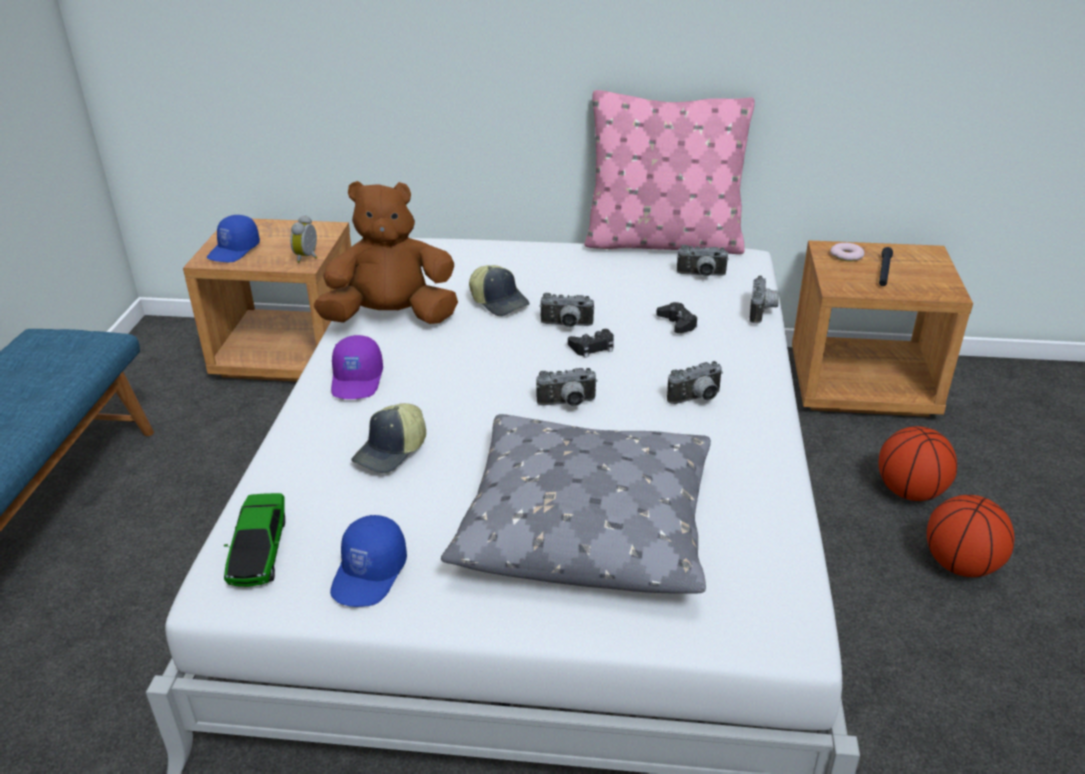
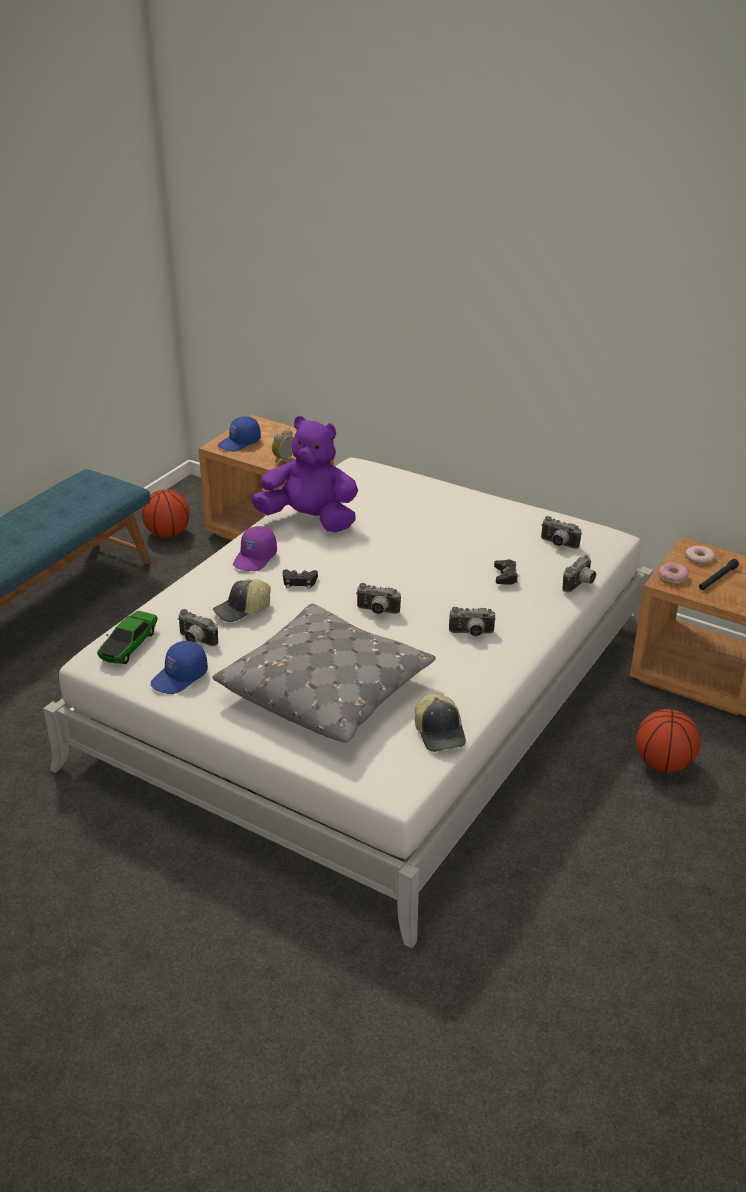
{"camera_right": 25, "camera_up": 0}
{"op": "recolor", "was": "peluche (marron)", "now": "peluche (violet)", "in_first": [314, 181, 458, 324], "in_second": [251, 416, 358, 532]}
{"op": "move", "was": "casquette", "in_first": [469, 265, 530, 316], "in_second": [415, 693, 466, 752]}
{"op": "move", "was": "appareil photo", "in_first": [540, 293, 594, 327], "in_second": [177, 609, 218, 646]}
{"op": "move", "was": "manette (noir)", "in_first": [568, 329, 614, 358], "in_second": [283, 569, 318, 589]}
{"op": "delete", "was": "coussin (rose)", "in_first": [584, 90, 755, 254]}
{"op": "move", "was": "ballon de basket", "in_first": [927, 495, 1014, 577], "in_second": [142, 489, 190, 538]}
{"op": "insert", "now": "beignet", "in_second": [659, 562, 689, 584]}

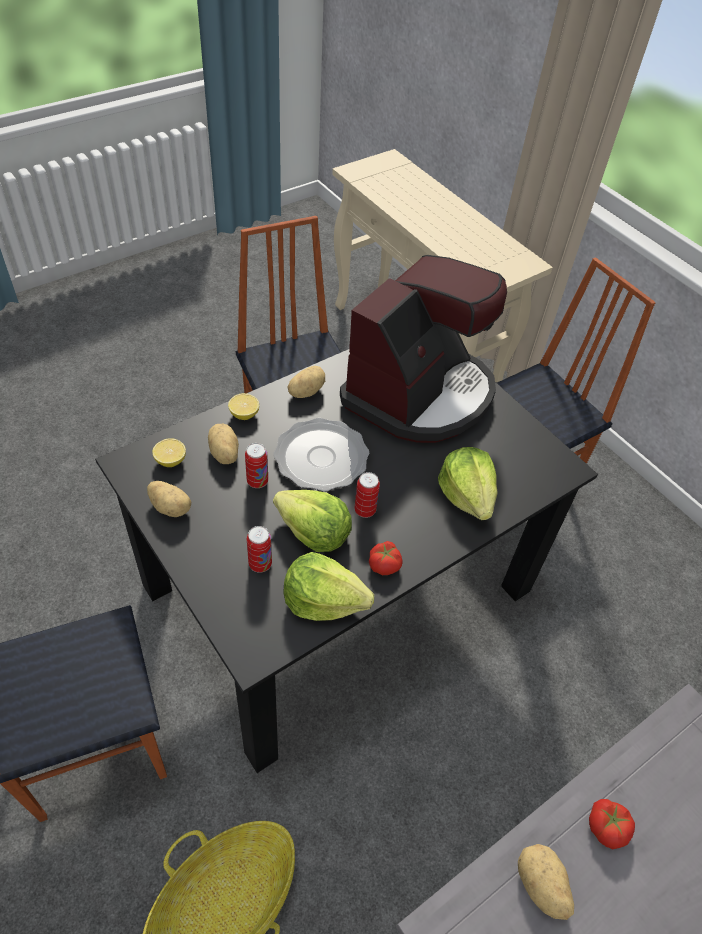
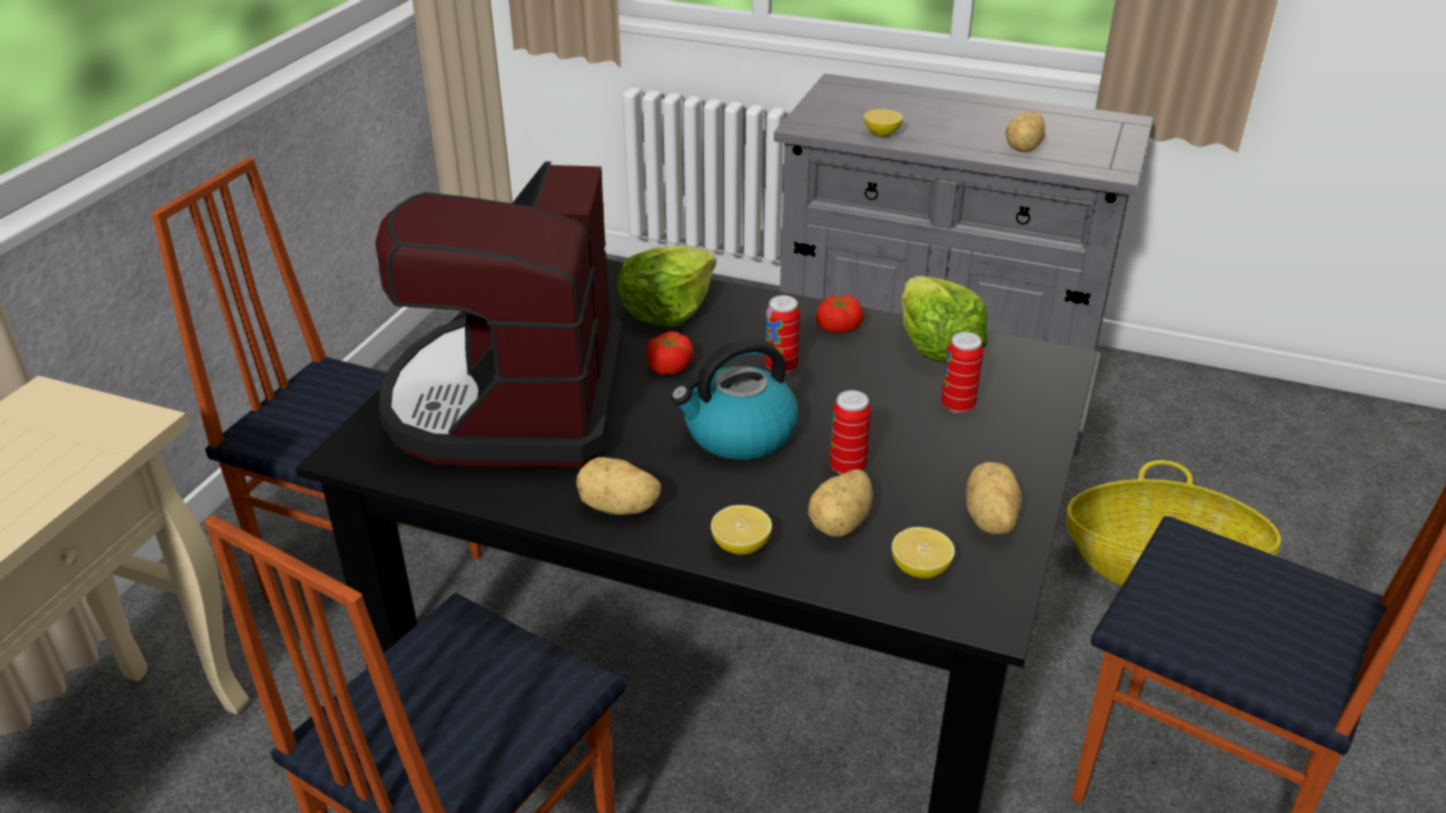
{"camera_right": -120, "camera_up": -15}
{"op": "delete", "was": "laitue", "in_first": [273, 490, 352, 552]}
{"op": "replace", "was": "assiette", "now": "bouilloire", "in_first": [274, 418, 369, 492], "in_second": [671, 338, 799, 460]}
{"op": "rotate", "was": "machine à café", "in_first": [340, 255, 507, 443], "in_second": [375, 161, 623, 468], "clockwise": -90}
{"op": "move", "was": "tomate", "in_first": [589, 799, 635, 849], "in_second": [647, 331, 694, 375]}
{"op": "insert", "now": "citron", "in_second": [864, 109, 903, 136]}

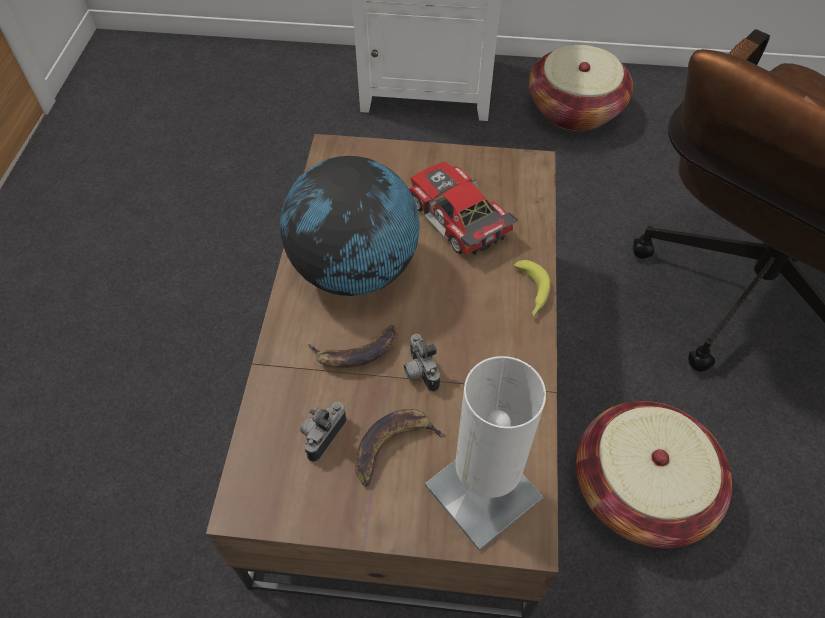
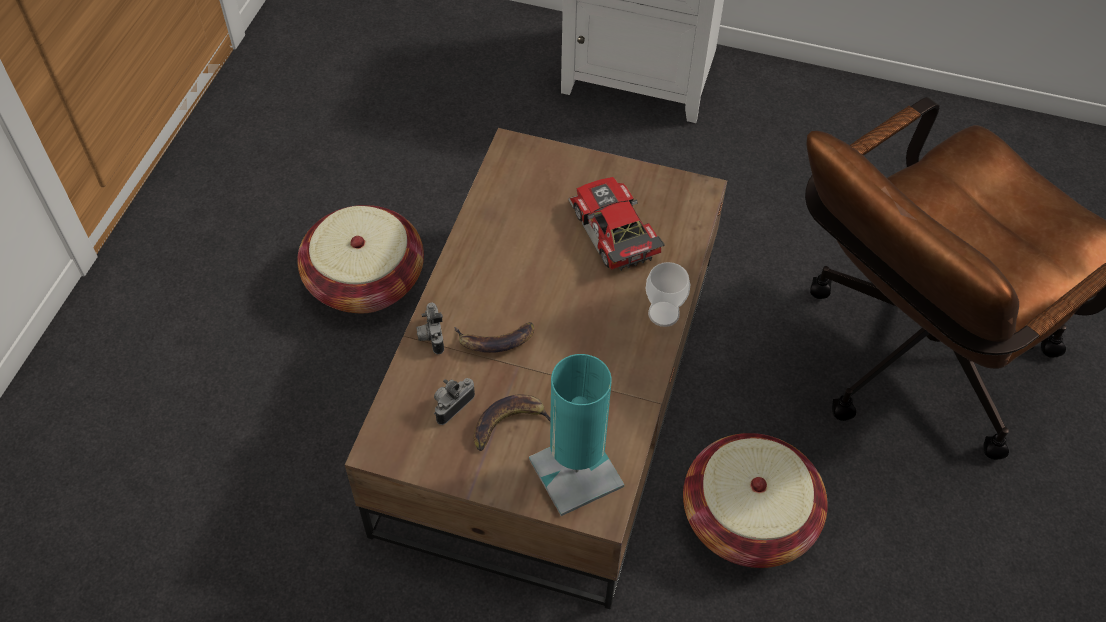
{"camera_right": 10, "camera_up": 0}
{"op": "delete", "was": "globe", "in_first": [280, 156, 420, 296]}
{"op": "move", "was": "appareil photo", "in_first": [404, 334, 440, 392], "in_second": [416, 303, 444, 354]}
{"op": "recolor", "was": "lampe de table (blanc)", "now": "lampe de table (turquoise)", "in_first": [425, 356, 546, 551], "in_second": [529, 354, 624, 516]}
{"op": "replace", "was": "banane", "now": "tasse", "in_first": [514, 260, 550, 317], "in_second": [646, 262, 690, 327]}
{"op": "move", "was": "panier", "in_first": [529, 45, 633, 131], "in_second": [297, 205, 424, 313]}

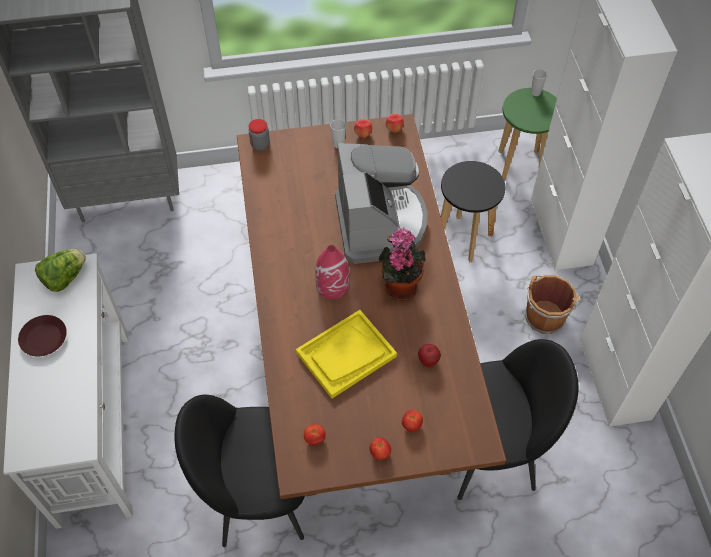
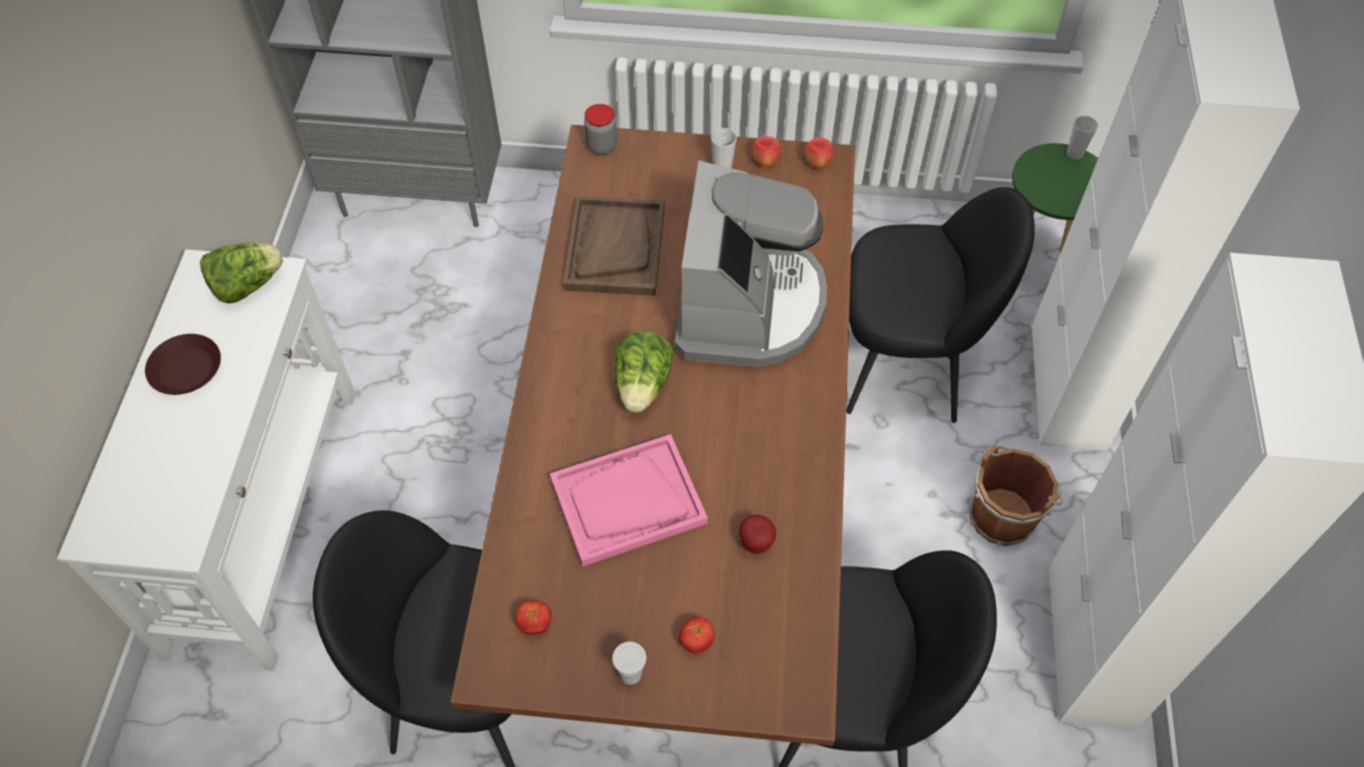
{"camera_right": 15, "camera_up": 0}
{"op": "recolor", "was": "plateau (jaune)", "now": "plateau (rose)", "in_first": [296, 310, 397, 399], "in_second": [550, 434, 708, 566]}
{"op": "replace", "was": "vase (rouge)", "now": "laitue", "in_first": [316, 245, 349, 299], "in_second": [614, 331, 674, 412]}
{"op": "replace", "was": "tomate", "now": "tasse (blanc)", "in_first": [370, 438, 391, 460], "in_second": [612, 642, 647, 685]}
{"op": "delete", "was": "plante en pot", "in_first": [379, 228, 426, 301]}
{"op": "replace", "was": "tabouret (noir)", "now": "chaise (noir)", "in_first": [441, 161, 505, 262], "in_second": [846, 187, 1035, 423]}
{"op": "insert", "now": "plateau (marron)", "in_second": [563, 196, 665, 296]}

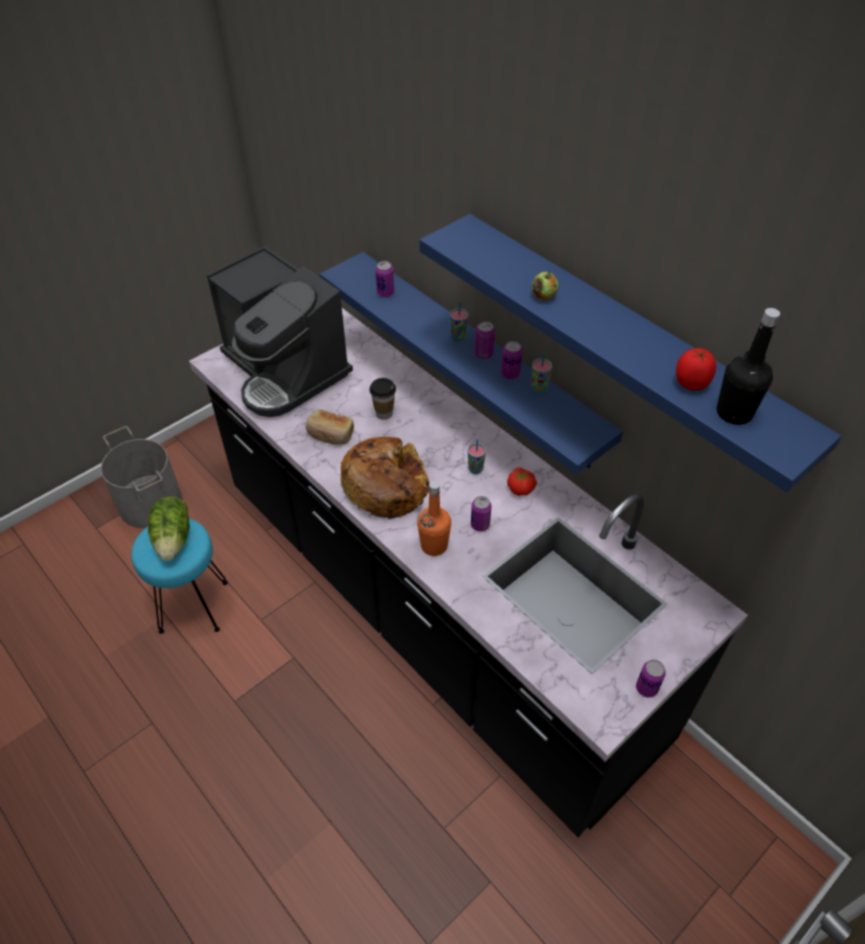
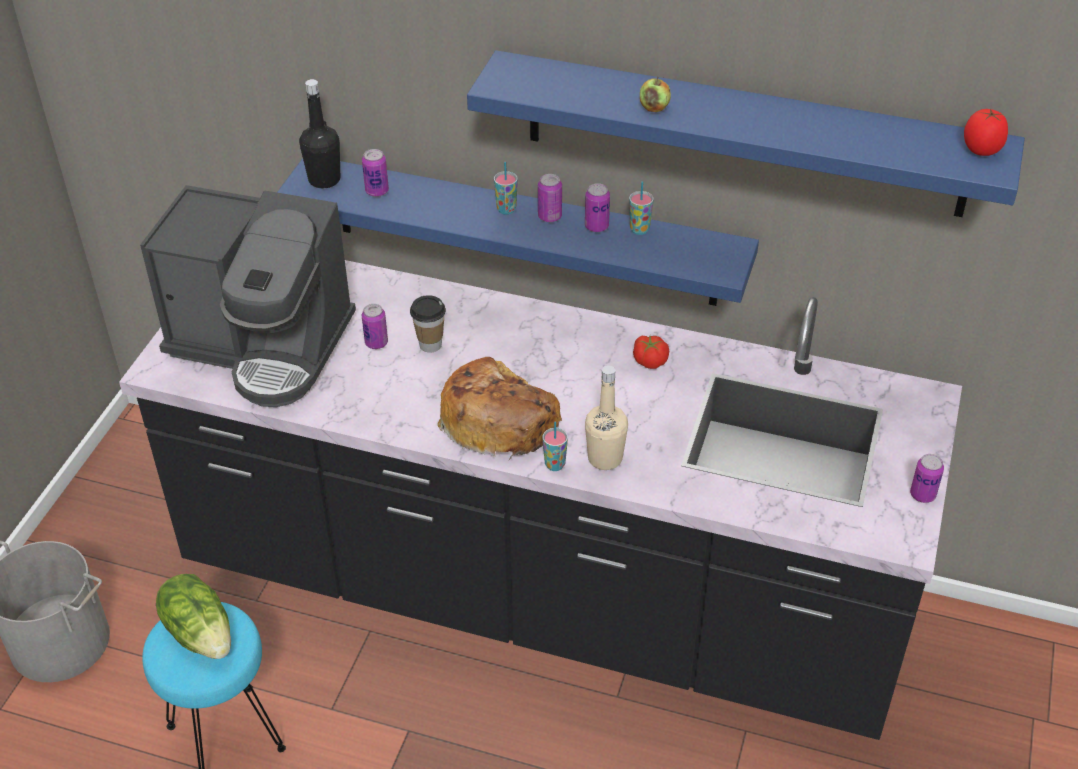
{"camera_right": -30, "camera_up": -5}
{"op": "delete", "was": "pain", "in_first": [306, 409, 354, 445]}
{"op": "recolor", "was": "bouteille (orange)", "now": "bouteille (beige)", "in_first": [417, 481, 451, 556], "in_second": [585, 366, 628, 470]}
{"op": "move", "was": "tasse", "in_first": [468, 439, 486, 474], "in_second": [543, 422, 568, 471]}
{"op": "move", "was": "boîte métallique", "in_first": [471, 496, 491, 532], "in_second": [362, 304, 388, 349]}
{"op": "move", "was": "tomate", "in_first": [676, 348, 716, 391], "in_second": [964, 109, 1008, 156]}
{"op": "move", "was": "bouteille (noir)", "in_first": [716, 308, 780, 425], "in_second": [299, 79, 340, 188]}

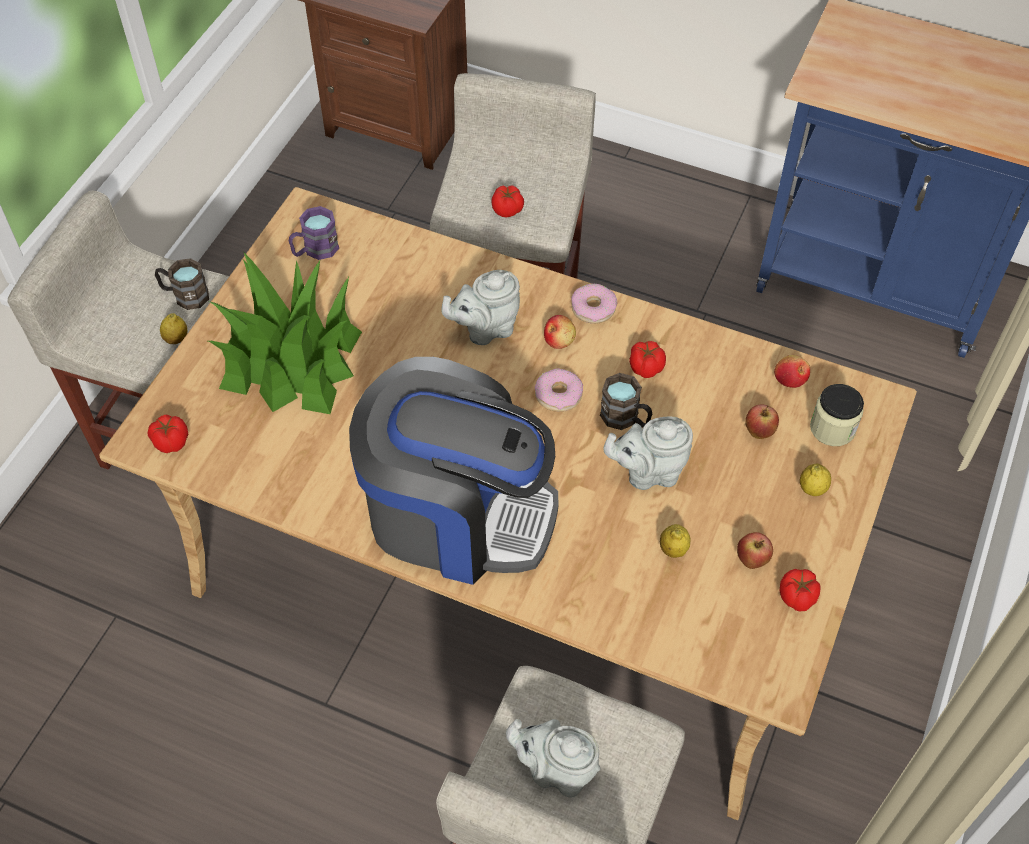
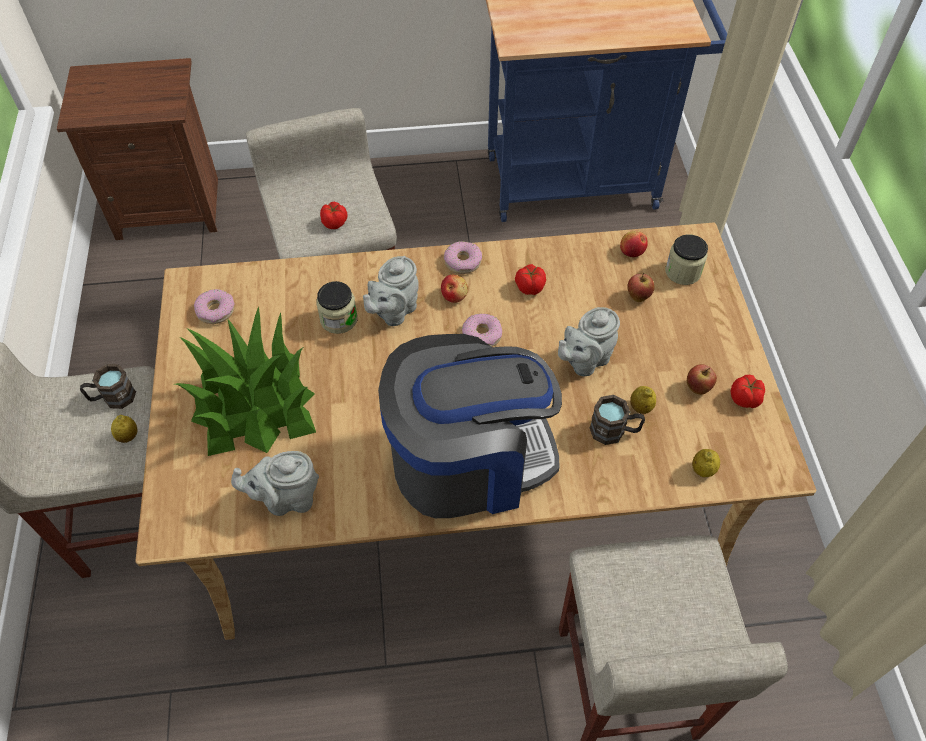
{"camera_right": -30, "camera_up": 0}
{"op": "delete", "was": "tomate", "in_first": [148, 414, 188, 453]}
{"op": "replace", "was": "mug (violet)", "now": "beignet", "in_first": [289, 206, 339, 260], "in_second": [194, 289, 235, 324]}
{"op": "move", "was": "théière (gris)", "in_first": [506, 719, 600, 797], "in_second": [231, 451, 319, 516]}
{"op": "move", "was": "mug (marron)", "in_first": [600, 373, 652, 430], "in_second": [589, 395, 645, 445]}
{"op": "move", "was": "citron", "in_first": [800, 463, 831, 496], "in_second": [692, 449, 720, 477]}
{"op": "insert", "now": "bocal", "in_second": [316, 281, 357, 334]}

